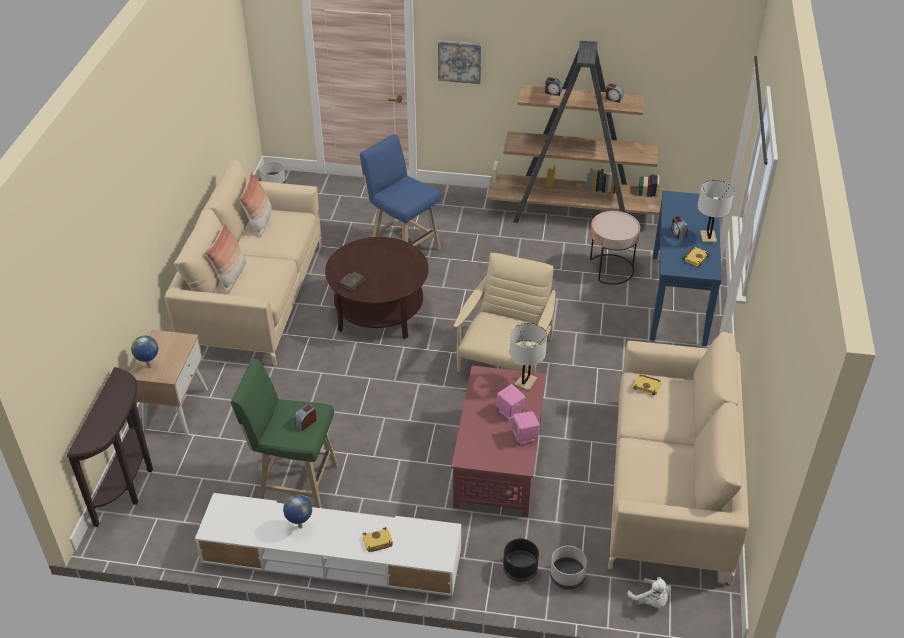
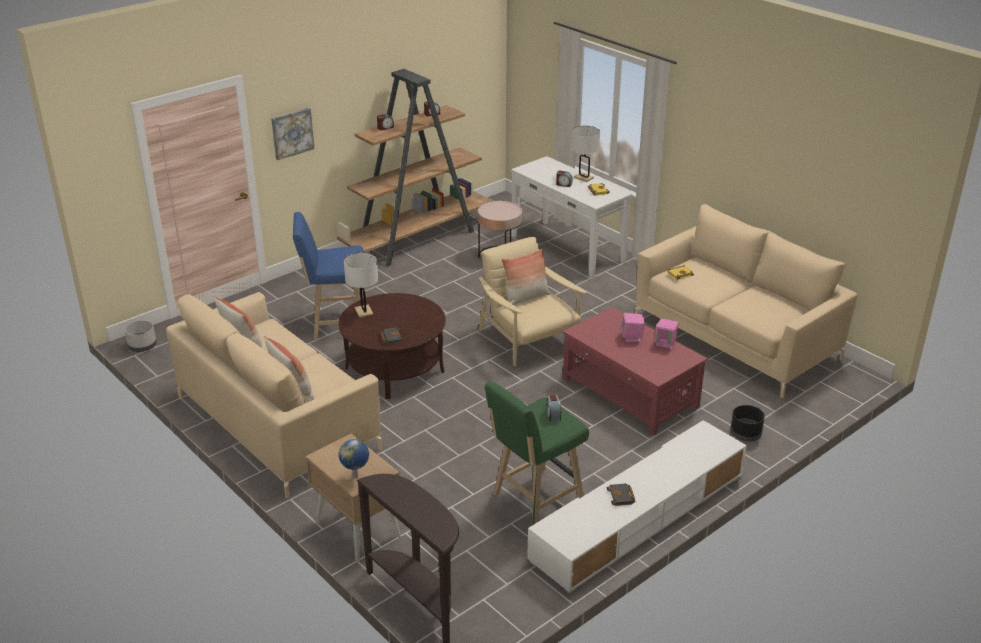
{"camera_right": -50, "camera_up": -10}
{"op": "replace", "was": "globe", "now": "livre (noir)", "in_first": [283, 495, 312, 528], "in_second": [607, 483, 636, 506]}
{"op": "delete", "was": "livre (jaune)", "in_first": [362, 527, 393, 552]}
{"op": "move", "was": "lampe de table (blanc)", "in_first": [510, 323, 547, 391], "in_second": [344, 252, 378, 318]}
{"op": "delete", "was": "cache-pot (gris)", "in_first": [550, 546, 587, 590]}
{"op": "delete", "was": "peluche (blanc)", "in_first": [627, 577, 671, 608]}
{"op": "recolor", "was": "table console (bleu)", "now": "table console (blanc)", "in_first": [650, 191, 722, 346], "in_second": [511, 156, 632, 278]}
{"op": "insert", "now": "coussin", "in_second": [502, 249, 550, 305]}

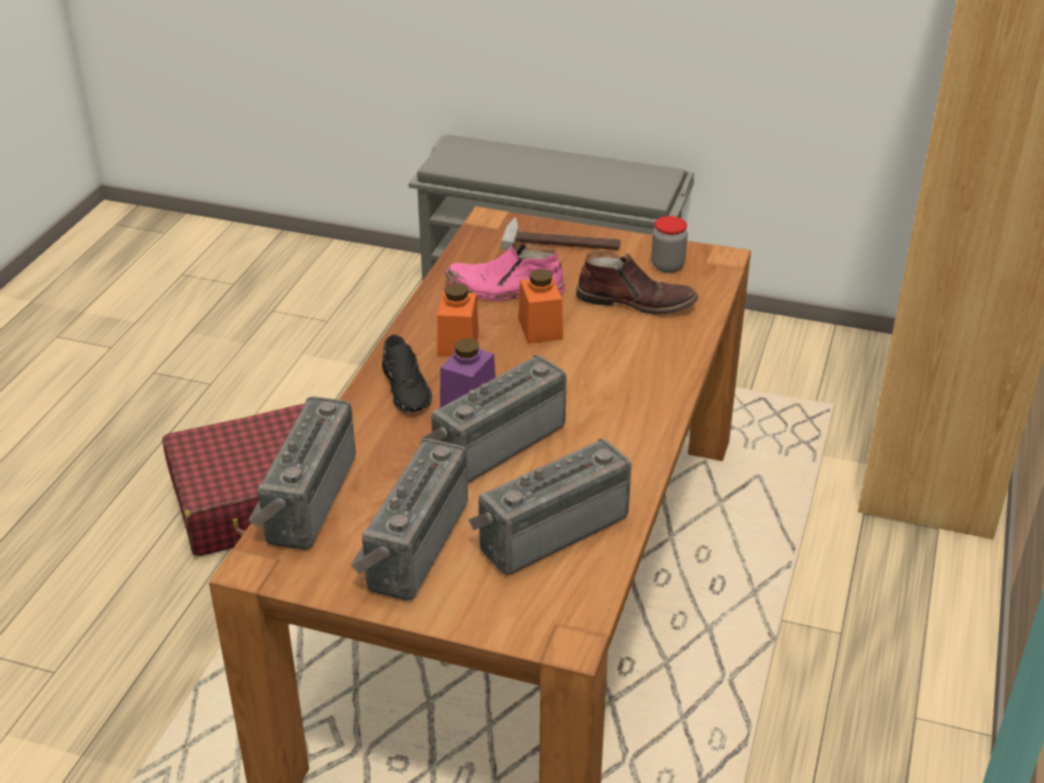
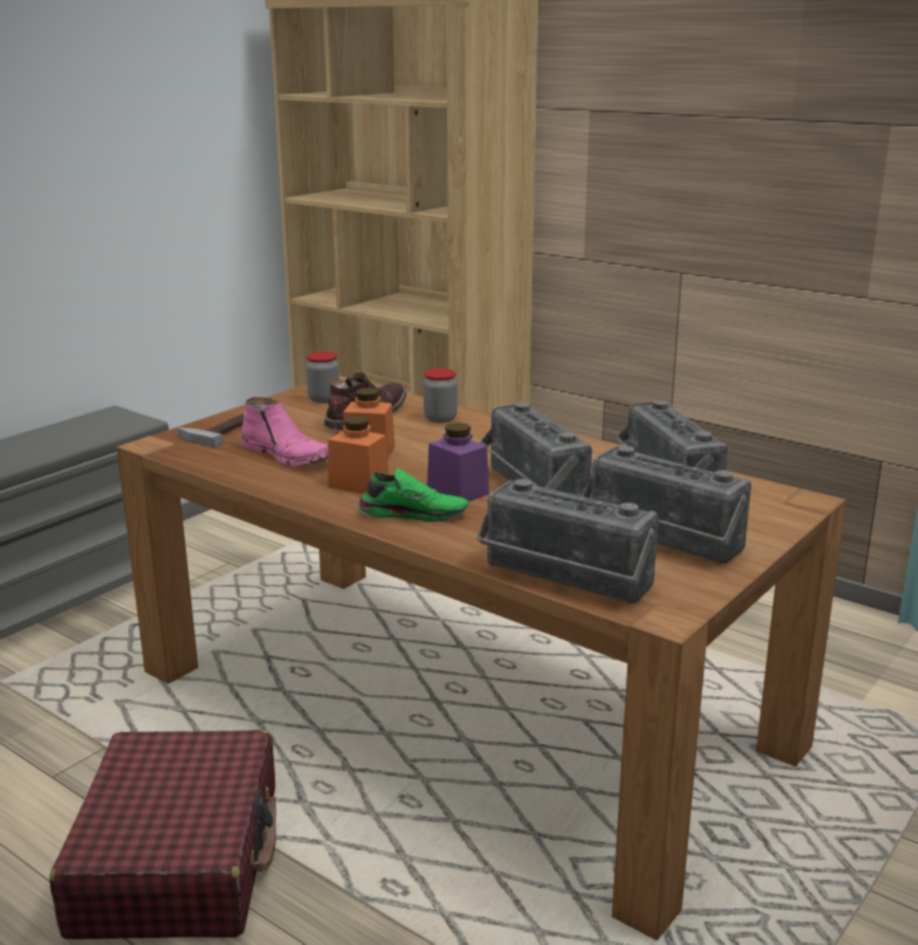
{"camera_right": -70, "camera_up": -15}
{"op": "recolor", "was": "chaussure (noir)", "now": "chaussure (vert)", "in_first": [382, 335, 432, 412], "in_second": [358, 468, 469, 522]}
{"op": "rotate", "was": "botte (rose)", "in_first": [445, 241, 565, 301], "in_second": [241, 397, 328, 466], "clockwise": -75}
{"op": "insert", "now": "bocal", "in_second": [423, 368, 457, 423]}

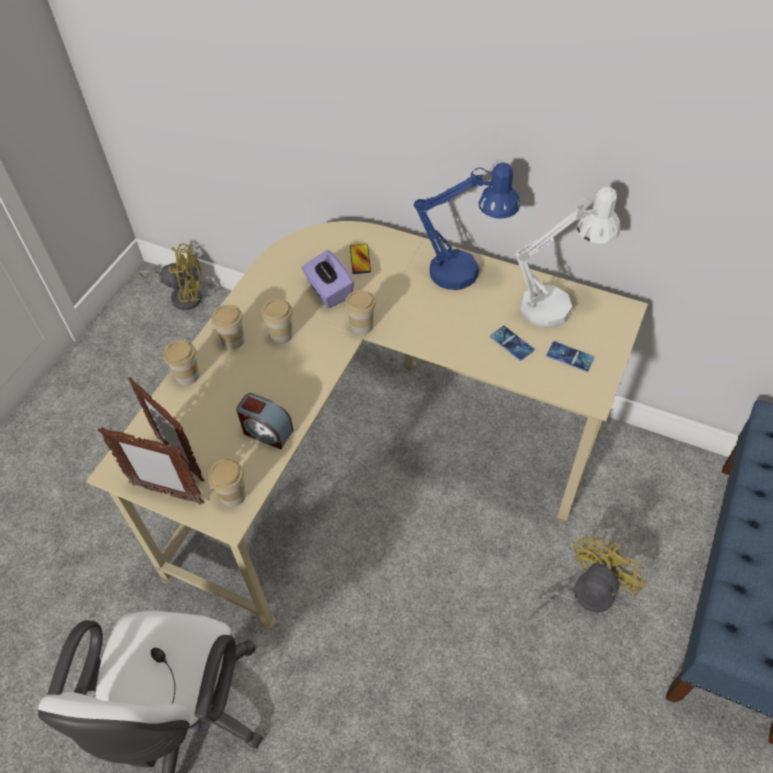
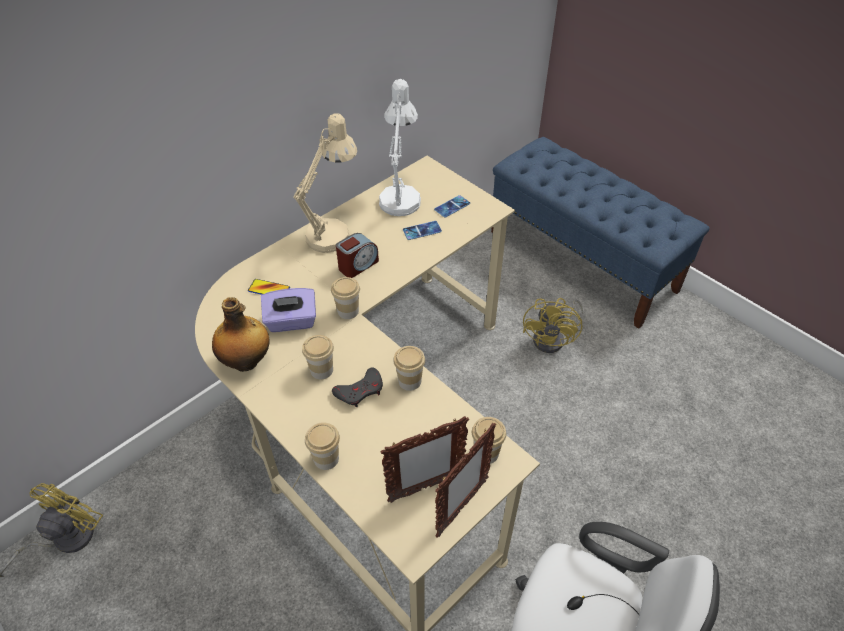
{"camera_right": -70, "camera_up": -5}
{"op": "move", "was": "tasse", "in_first": [211, 305, 245, 349], "in_second": [393, 346, 425, 391]}
{"op": "move", "was": "réveil", "in_first": [236, 393, 293, 449], "in_second": [336, 233, 379, 278]}
{"op": "recolor", "was": "lampe de table (bleu)", "now": "lampe de table (beige)", "in_first": [414, 162, 520, 290], "in_second": [293, 113, 357, 253]}
{"op": "rotate", "was": "ventilateur (jaune)", "in_first": [527, 537, 644, 621], "in_second": [523, 298, 584, 353], "clockwise": -135}
{"op": "insert", "now": "bouteille", "in_second": [212, 297, 270, 372]}
{"op": "insert", "now": "manette (gris)", "in_second": [332, 367, 383, 407]}

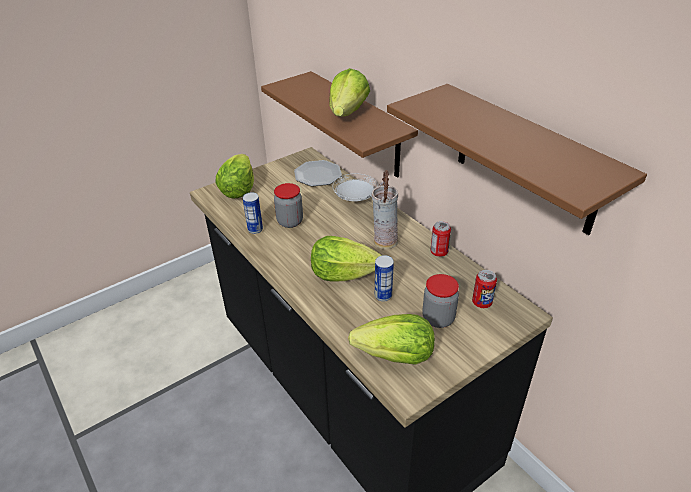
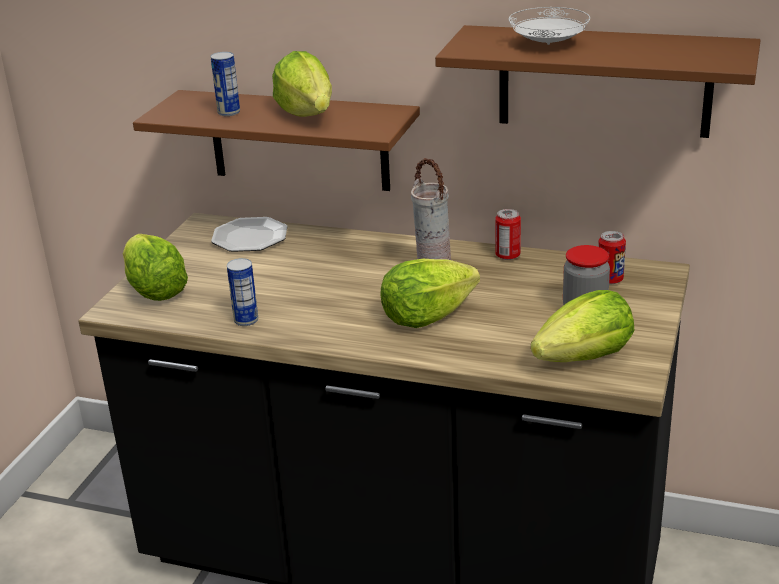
{"camera_right": -35, "camera_up": -10}
{"op": "delete", "was": "bocal", "in_first": [274, 183, 303, 228]}
{"op": "move", "was": "assiette (blanc)", "in_first": [332, 173, 378, 201], "in_second": [509, 7, 590, 45]}
{"op": "move", "was": "boîte métallique", "in_first": [375, 255, 394, 302], "in_second": [210, 52, 240, 116]}

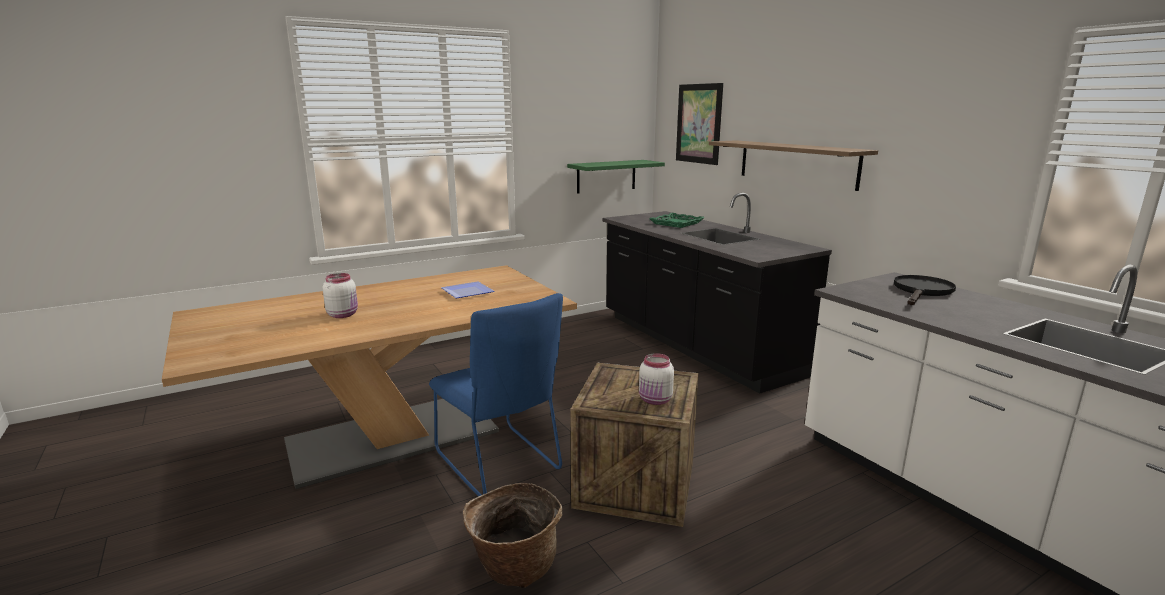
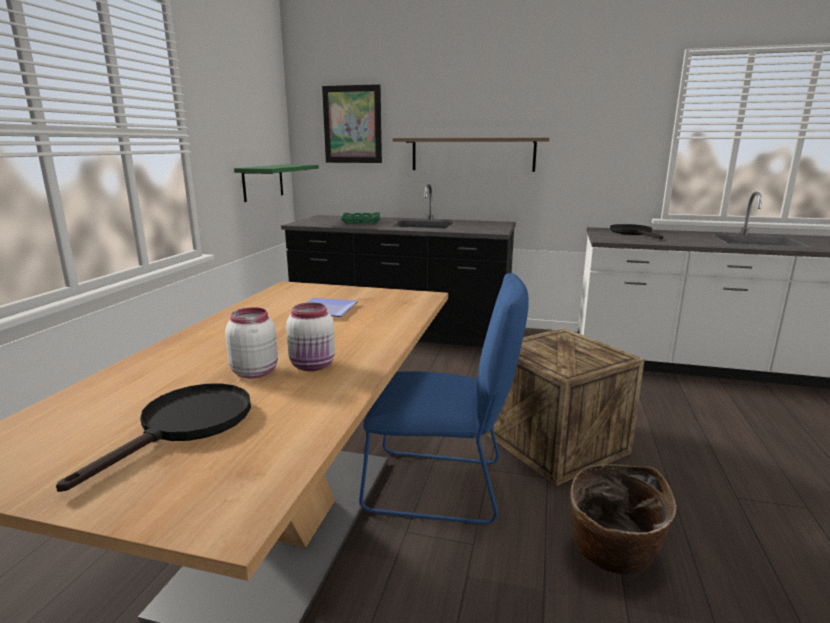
{"camera_right": -45, "camera_up": 0}
{"op": "move", "was": "bocal (blanc)", "in_first": [639, 353, 674, 405], "in_second": [286, 303, 335, 371]}
{"op": "insert", "now": "poêle (noir)", "in_second": [56, 383, 251, 492]}

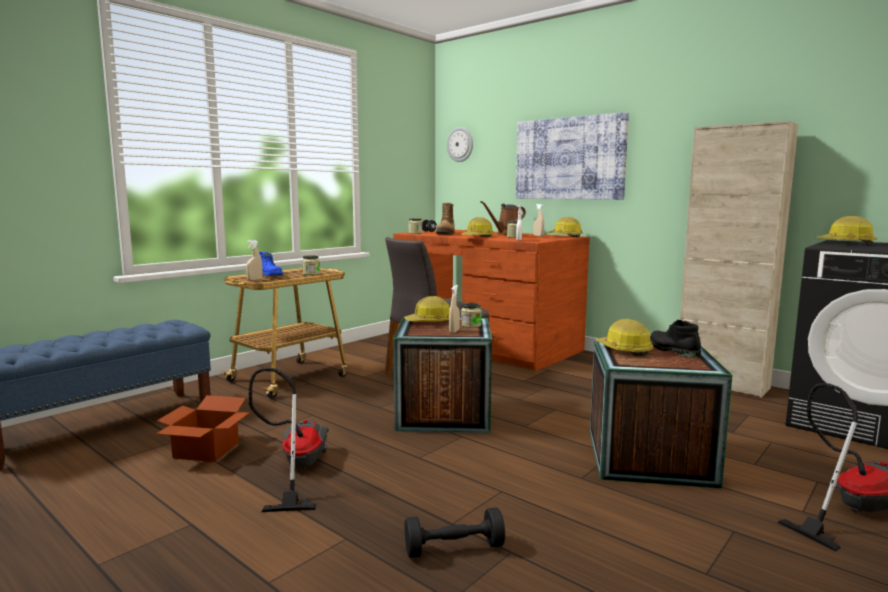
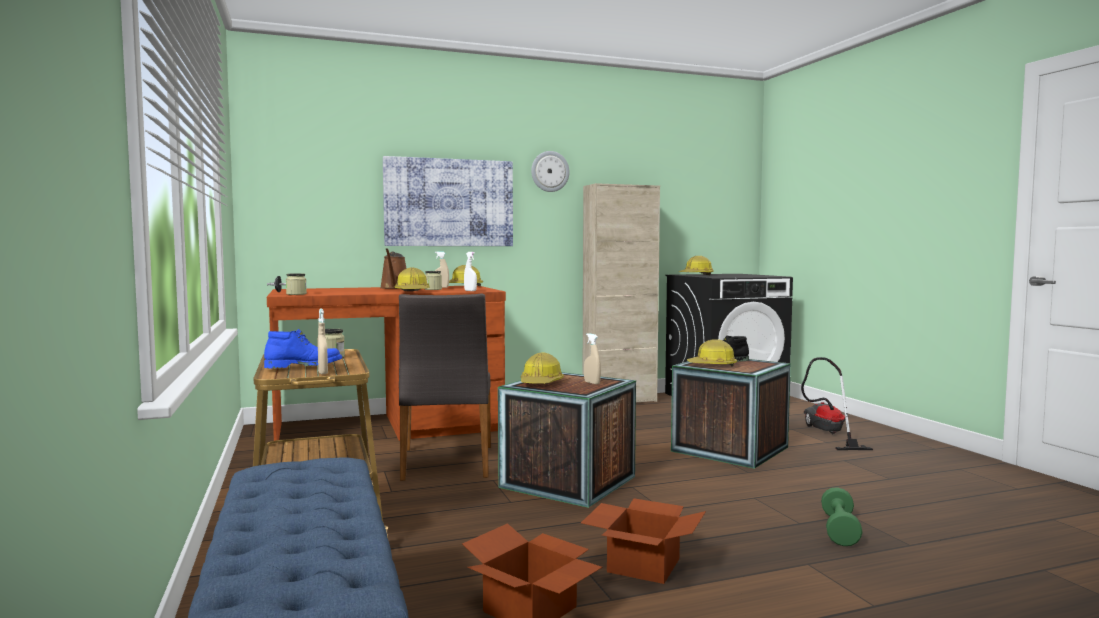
{"camera_right": -60, "camera_up": -5}
{"op": "replace", "was": "aspirateur", "now": "carton", "in_first": [249, 368, 329, 512], "in_second": [581, 498, 706, 584]}
{"op": "recolor", "was": "haltère (noir)", "now": "haltère (vert)", "in_first": [405, 507, 505, 558], "in_second": [821, 487, 862, 546]}
{"op": "delete", "was": "botte", "in_first": [436, 203, 455, 235]}
{"op": "move", "was": "horloge murale", "in_first": [447, 127, 473, 162], "in_second": [531, 151, 570, 192]}
{"op": "delete", "was": "bocal", "in_first": [461, 303, 481, 328]}

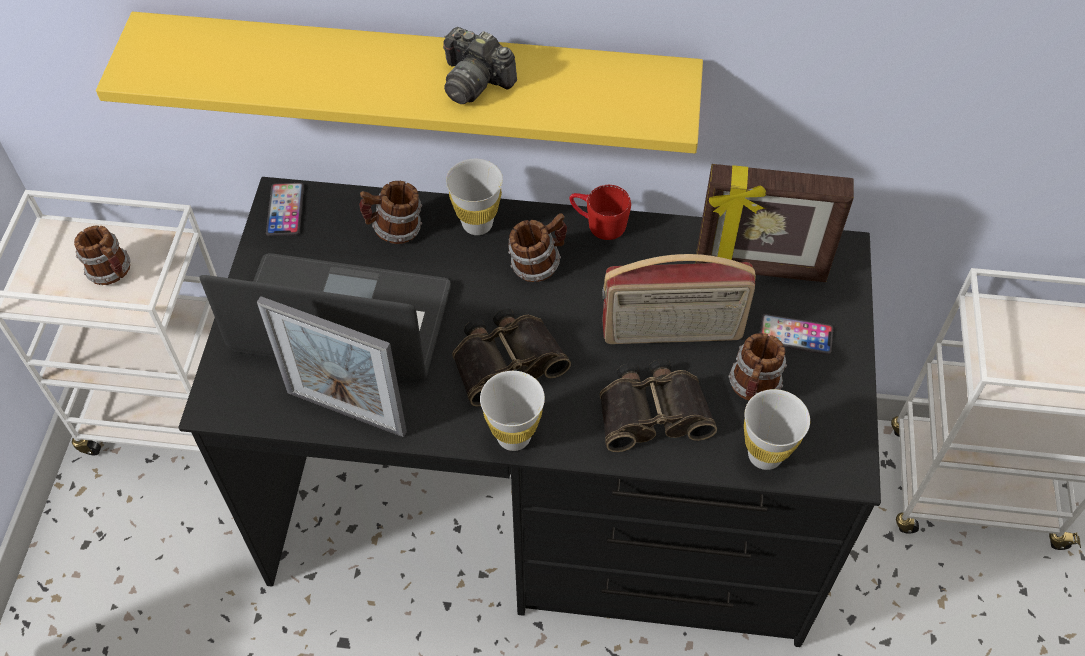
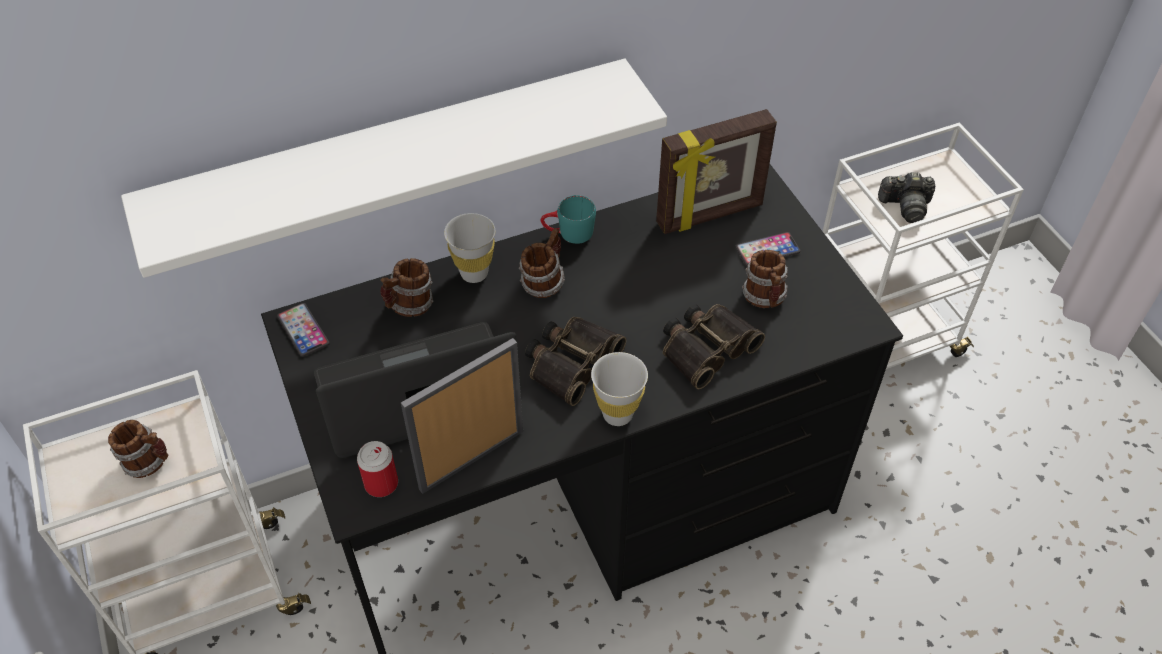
{"camera_right": -30, "camera_up": -5}
{"op": "recolor", "was": "étagère (jaune)", "now": "étagère (blanc)", "in_first": [96, 12, 703, 154], "in_second": [121, 58, 667, 278]}
{"op": "rotate", "was": "cadre photo", "in_first": [257, 296, 407, 437], "in_second": [401, 338, 523, 494], "clockwise": 150}
{"op": "move", "was": "appareil photo", "in_first": [443, 27, 517, 104], "in_second": [878, 172, 935, 223]}
{"op": "recolor", "was": "mug (rouge)", "now": "mug (turquoise)", "in_first": [569, 185, 631, 240], "in_second": [541, 195, 596, 244]}
{"op": "delete", "was": "radio", "in_first": [602, 254, 756, 344]}
{"op": "delete", "was": "tasse (blanc)", "in_first": [744, 389, 810, 470]}
{"op": "insert", "now": "boîte métallique", "in_second": [357, 441, 398, 497]}

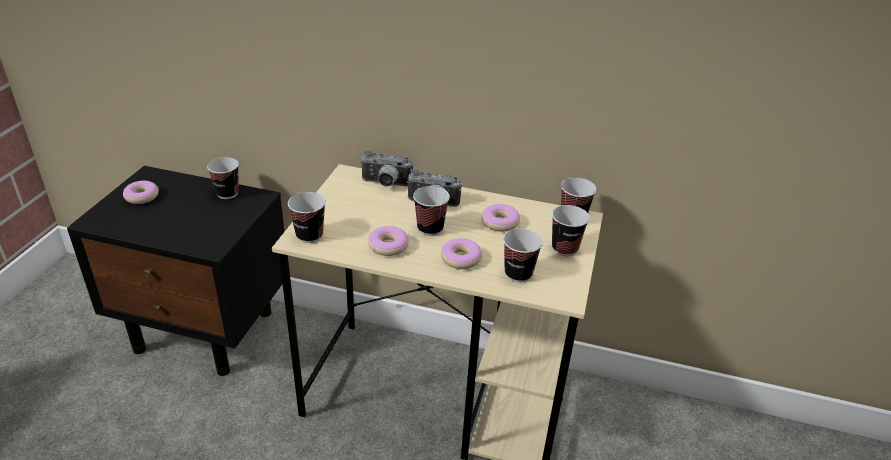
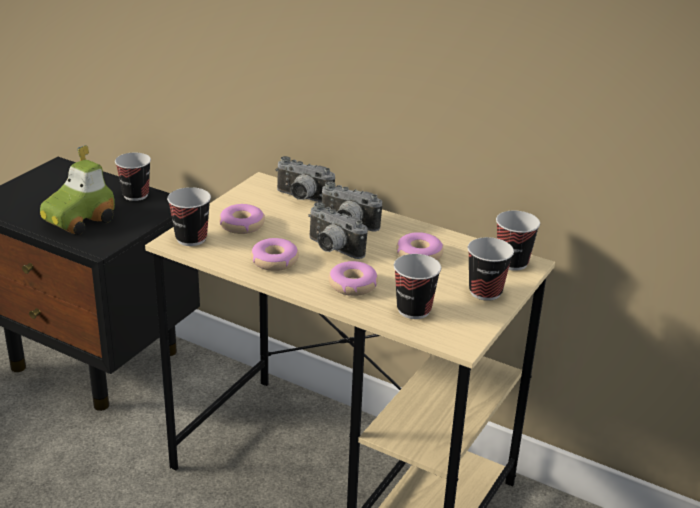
{"camera_right": 15, "camera_up": -5}
{"op": "move", "was": "beignet", "in_first": [123, 181, 159, 204], "in_second": [219, 204, 265, 234]}
{"op": "replace", "was": "tasse", "now": "appareil photo", "in_first": [413, 186, 450, 236], "in_second": [308, 202, 368, 259]}
{"op": "insert", "now": "petite voiture", "in_second": [40, 145, 115, 235]}

